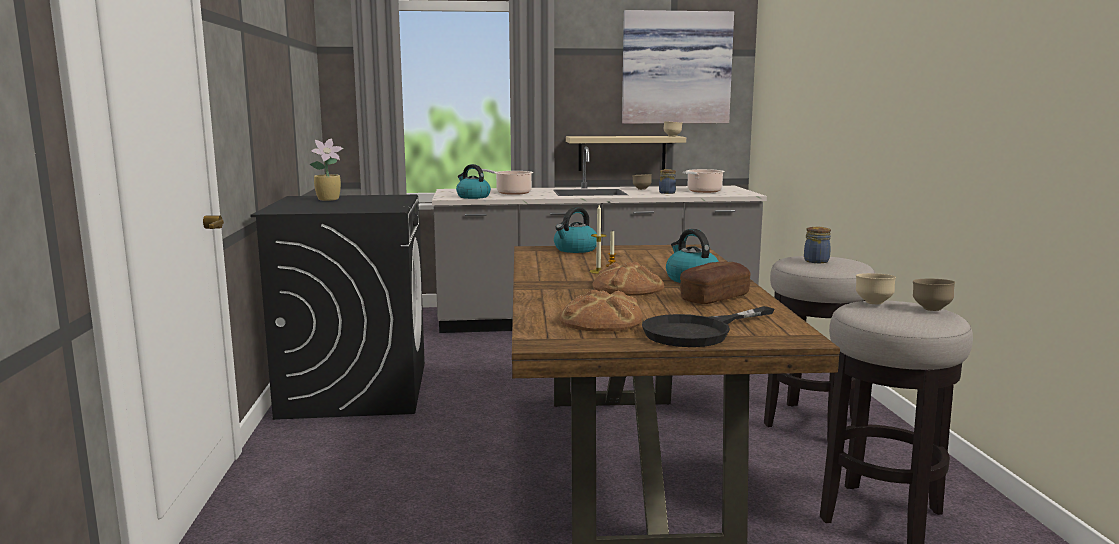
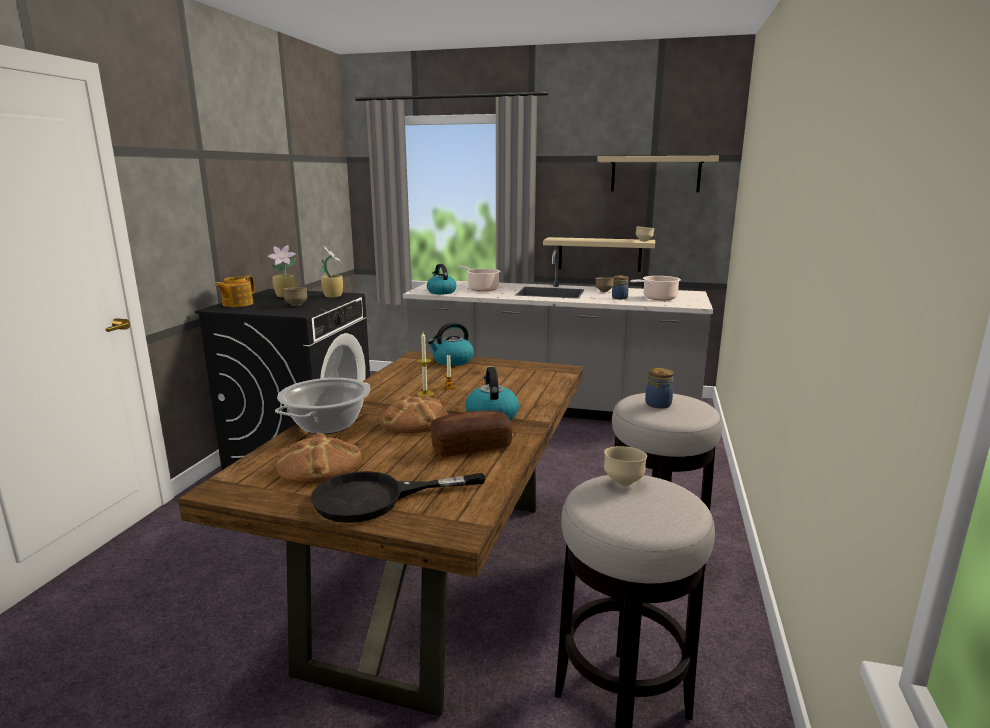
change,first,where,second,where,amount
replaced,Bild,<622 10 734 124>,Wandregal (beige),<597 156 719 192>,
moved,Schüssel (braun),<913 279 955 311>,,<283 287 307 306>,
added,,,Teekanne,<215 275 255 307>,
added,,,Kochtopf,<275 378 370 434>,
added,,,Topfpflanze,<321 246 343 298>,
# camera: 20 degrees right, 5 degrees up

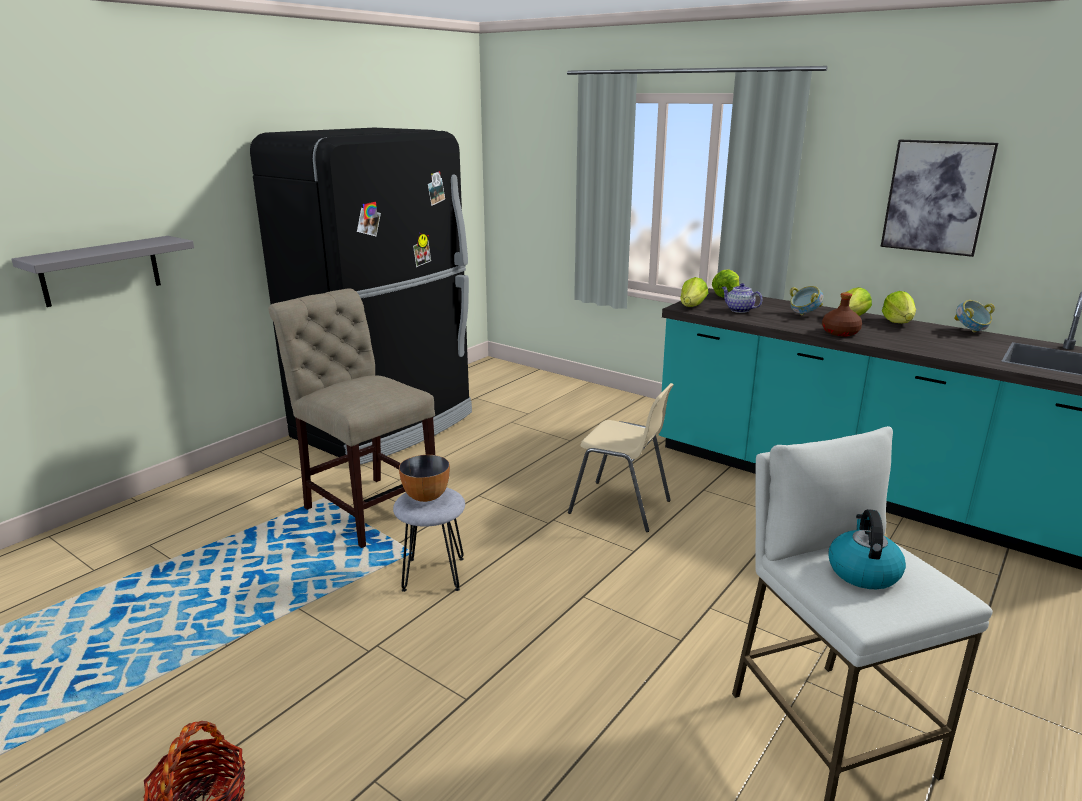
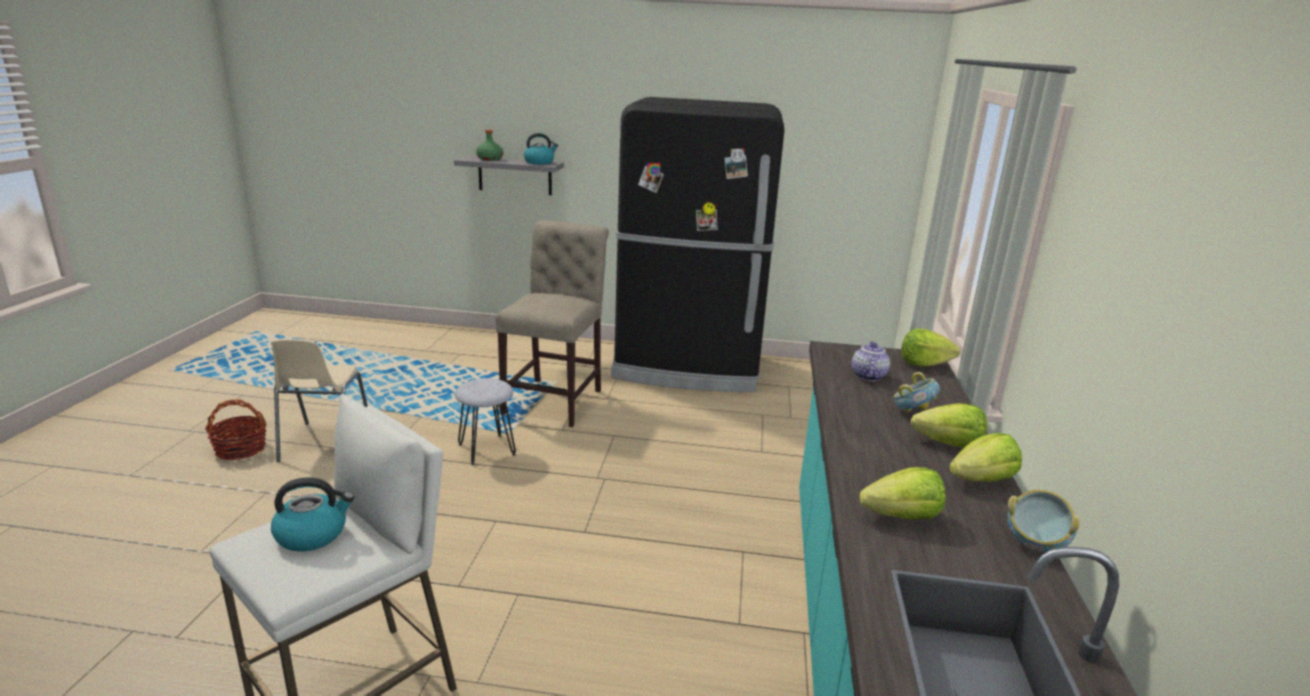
change,first,where,second,where,amount
removed,Schüssel,<399 455 450 502>,,,
moved,Stuhl (beige),<568 383 674 532>,,<271 339 368 462>,
moved,Salatkopf,<680 277 708 307>,,<860 467 946 519>,
removed,Flasche (braun),<822 292 862 336>,,,
removed,Bild,<881 140 998 257>,,,
added,,,Flasche (grün),<476 130 503 161>,
added,,,Wasserkessel,<524 133 558 165>,
# camera: 60 degrees right, 0 degrees up

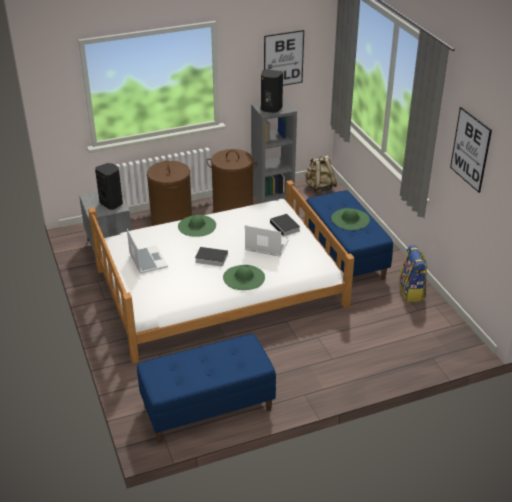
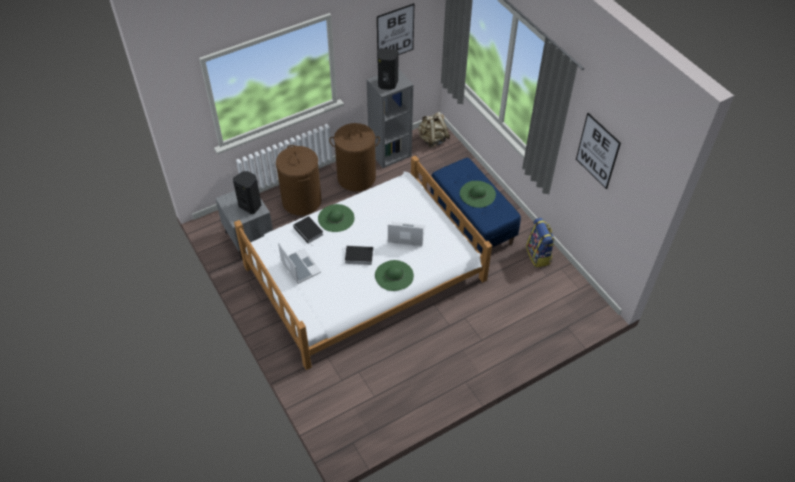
change,first,where,second,where,amount
removed,Bank (blau),<137 334 276 443>,,,
moved,Buch,<270 214 300 237>,,<293 216 323 245>,
# camera: 10 degrees left, 15 degrees up

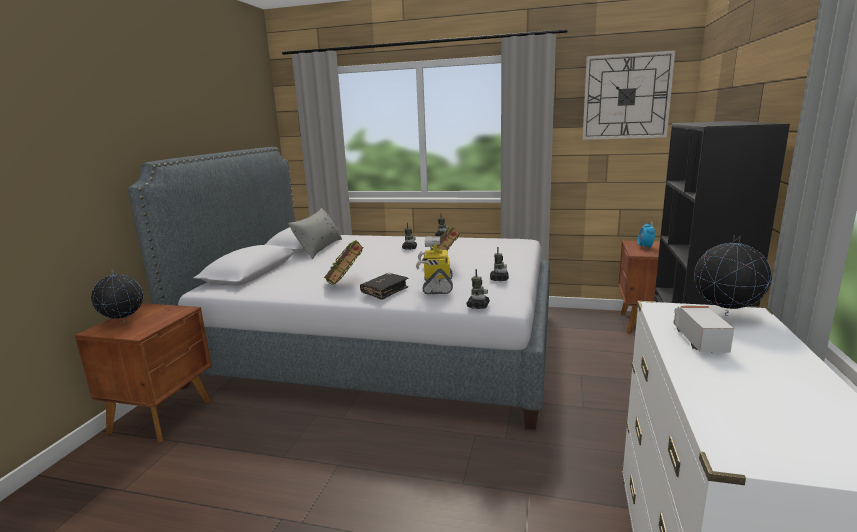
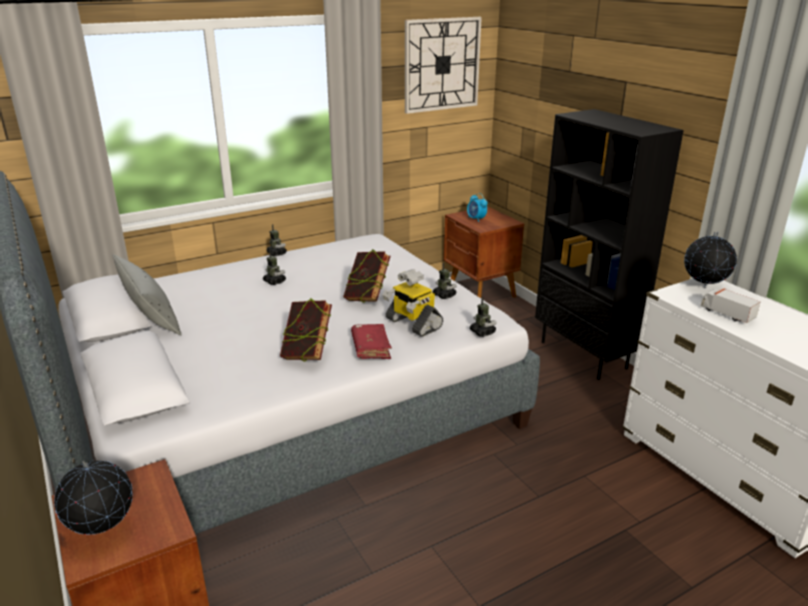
change,first,where,second,where,amount
recoloured,Buch (schwarz),<360 273 408 300>,Buch (rot),<351 324 392 359>,
# camera: 45 degrees left, 10 degrees up

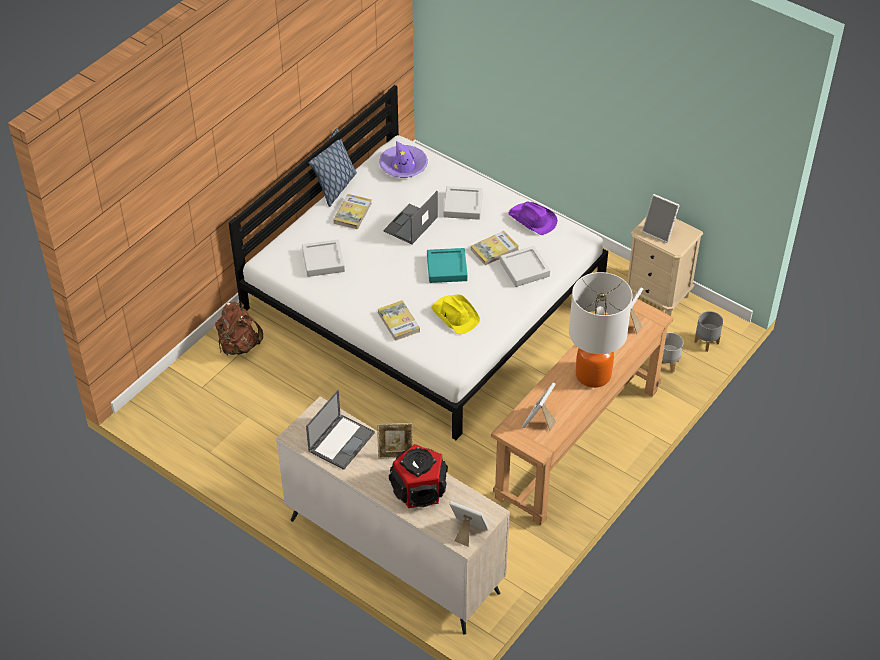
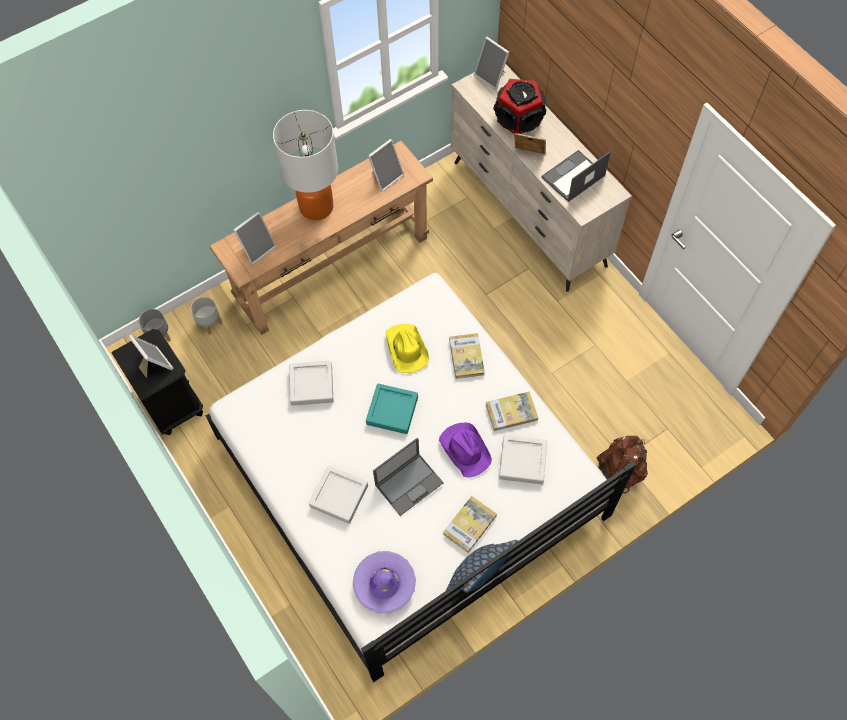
change,first,where,second,where,amount
moved,Buch,<471 231 519 266>,,<486 391 538 431>,
moved,Hut (lila),<509 201 558 235>,,<439 423 492 478>,
recoloured,Nachttisch (beige),<626 217 703 316>,Nachttisch (schwarz),<111 329 203 435>,
# camera: 160 degrees left, 15 degrees up

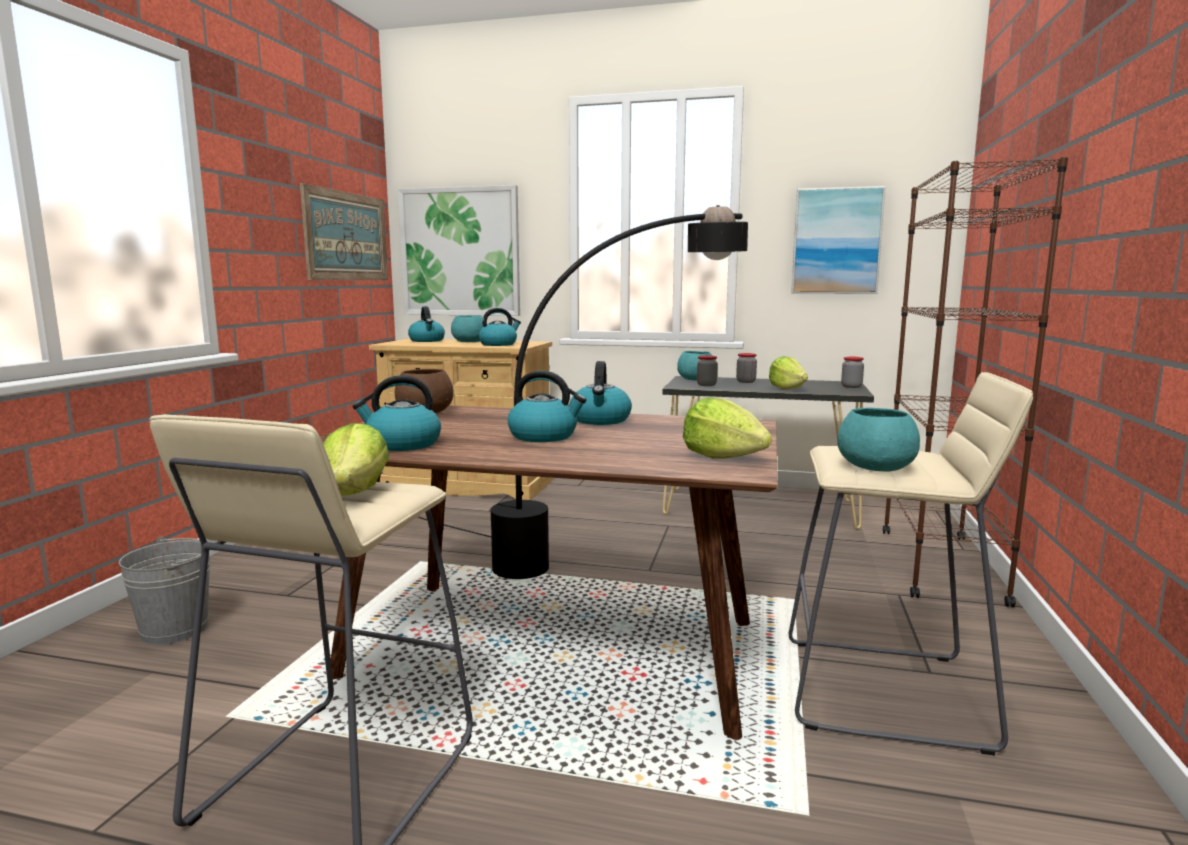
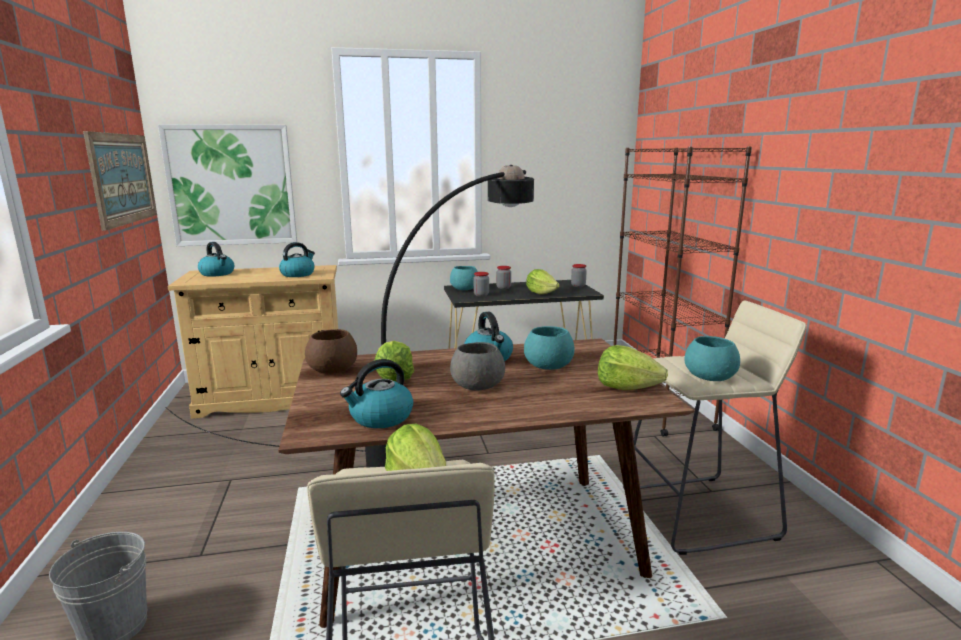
change,first,where,second,where,amount
moved,Schüssel (türkis),<451 315 483 342>,,<524 326 574 370>,
replaced,Wasserkessel,<507 370 586 442>,Schüssel (grau),<450 342 505 391>,
removed,Bild,<791 186 886 294>,,,
added,,,Salatkopf,<375 341 414 381>,
# camera: 25 degrees left, 5 degrees up

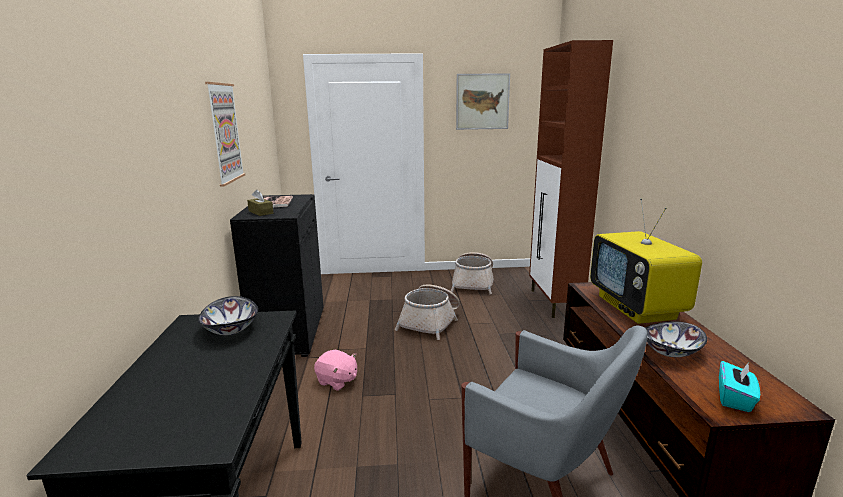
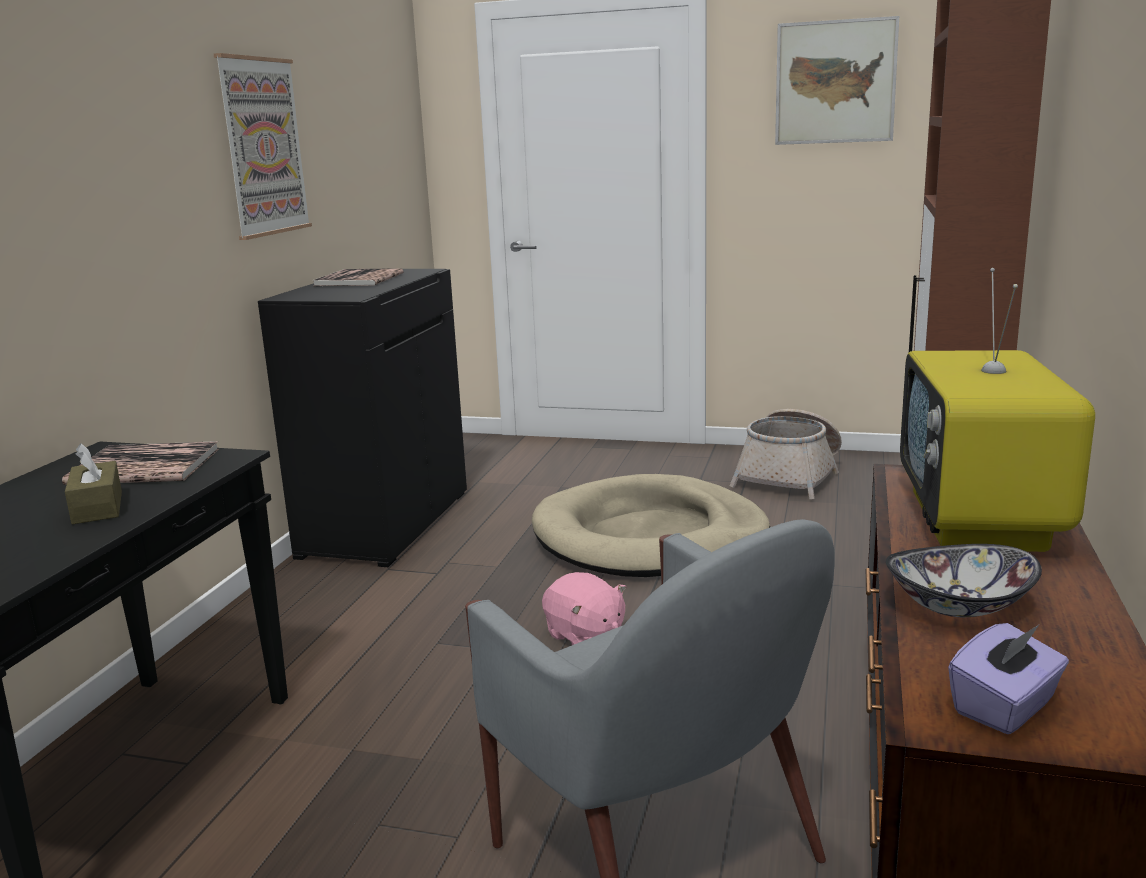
change,first,where,second,where,amount
replaced,Schüssel,<198 296 258 335>,Buch,<62 441 219 485>,
moved,Taschentuchbox (braun),<247 190 274 216>,,<65 443 122 524>,
moved,Plüschtier (rosa),<314 350 357 391>,,<542 572 626 645>,
replaced,Korb,<395 285 460 340>,Hundebett (beige),<532 474 770 577>,
recoloured,Taschentuchbox (türkis),<719 361 760 412>,Taschentuchbox (lila),<948 623 1069 734>,
# camera: 20 degrees right, 0 degrees up

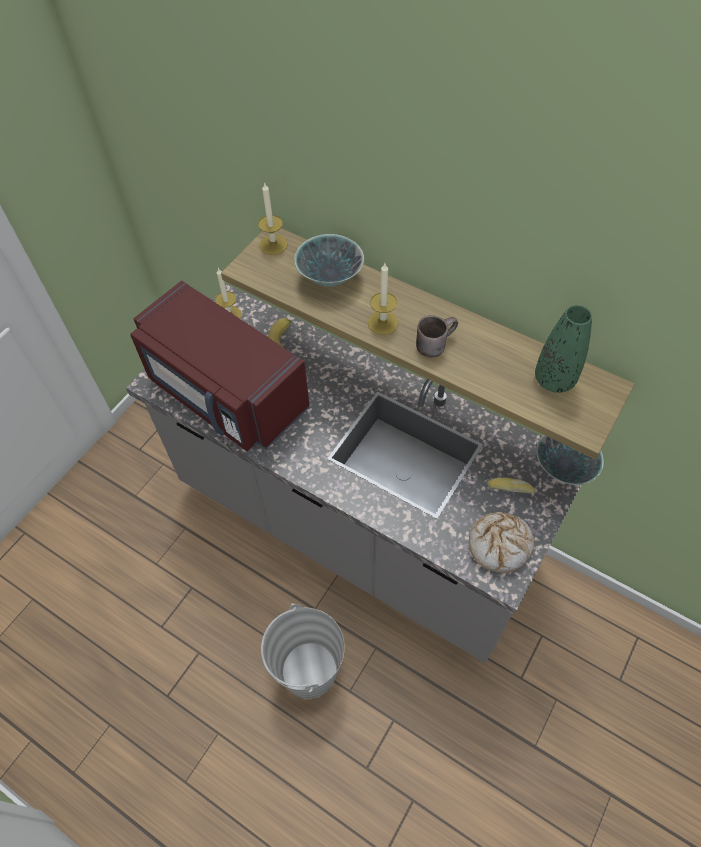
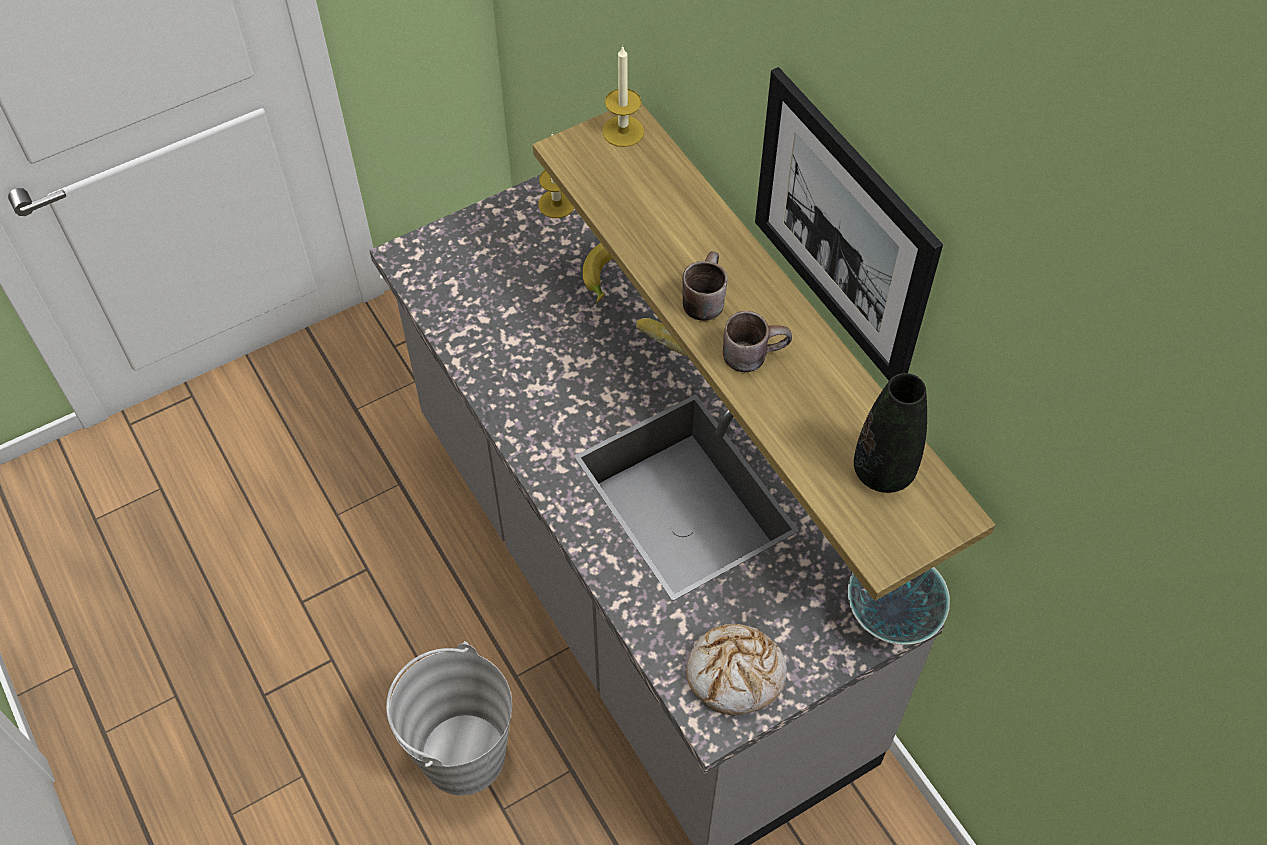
change,first,where,second,where,amount
removed,Mikrowelle (rot),<130 281 310 451>,,,
removed,Schüssel,<295 234 364 287>,,,
replaced,Kerze,<368 263 398 335>,Henkelbecher (braun),<682 251 728 321>,
moved,Brot,<487 477 535 494>,,<636 318 687 356>,
recoloured,Vase (grün),<535 305 592 393>,Vase (schwarz),<854 373 927 493>,
added,,,Bild,<755 67 943 380>,
# camera: 25 degrees right, 0 degrees up

